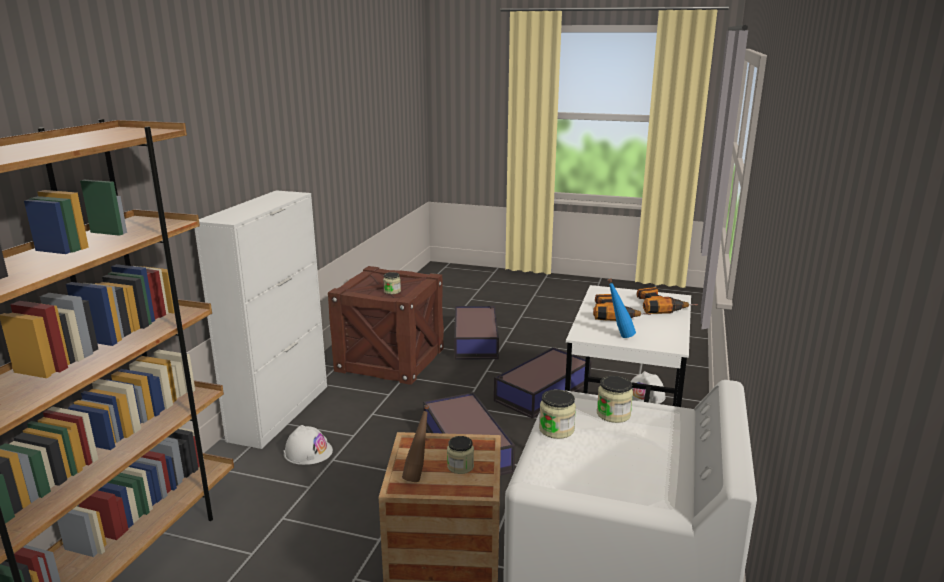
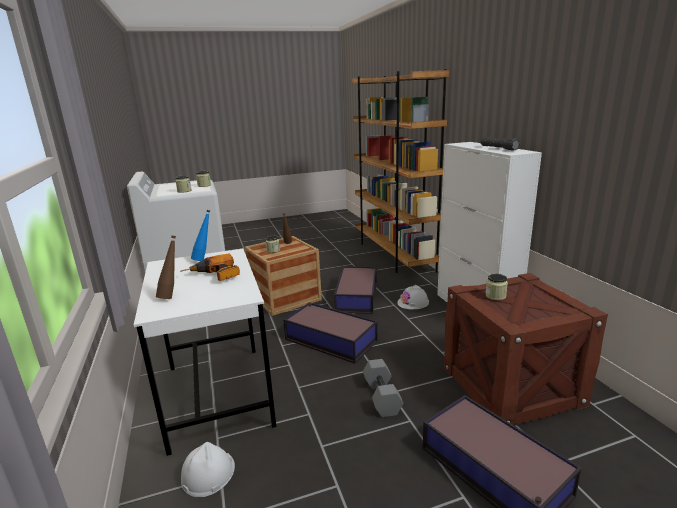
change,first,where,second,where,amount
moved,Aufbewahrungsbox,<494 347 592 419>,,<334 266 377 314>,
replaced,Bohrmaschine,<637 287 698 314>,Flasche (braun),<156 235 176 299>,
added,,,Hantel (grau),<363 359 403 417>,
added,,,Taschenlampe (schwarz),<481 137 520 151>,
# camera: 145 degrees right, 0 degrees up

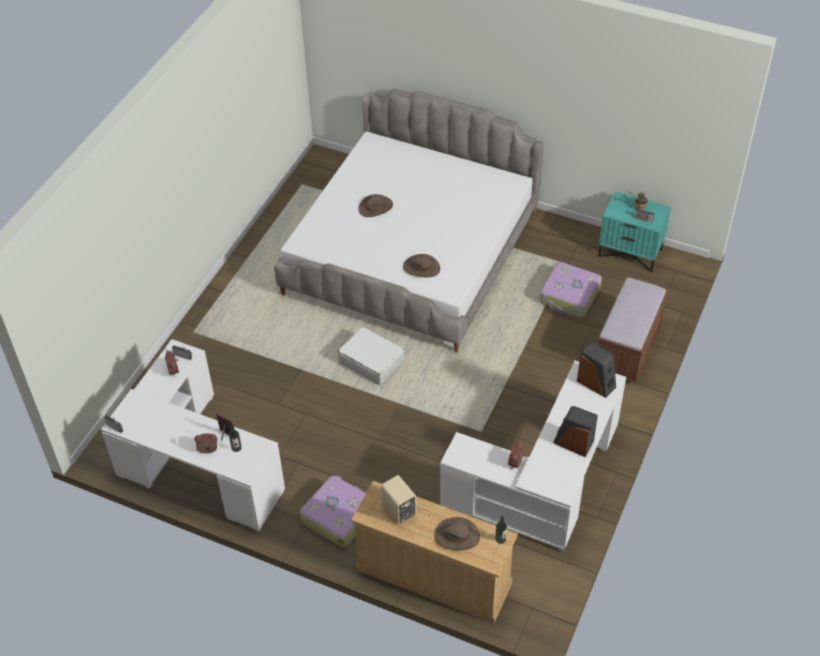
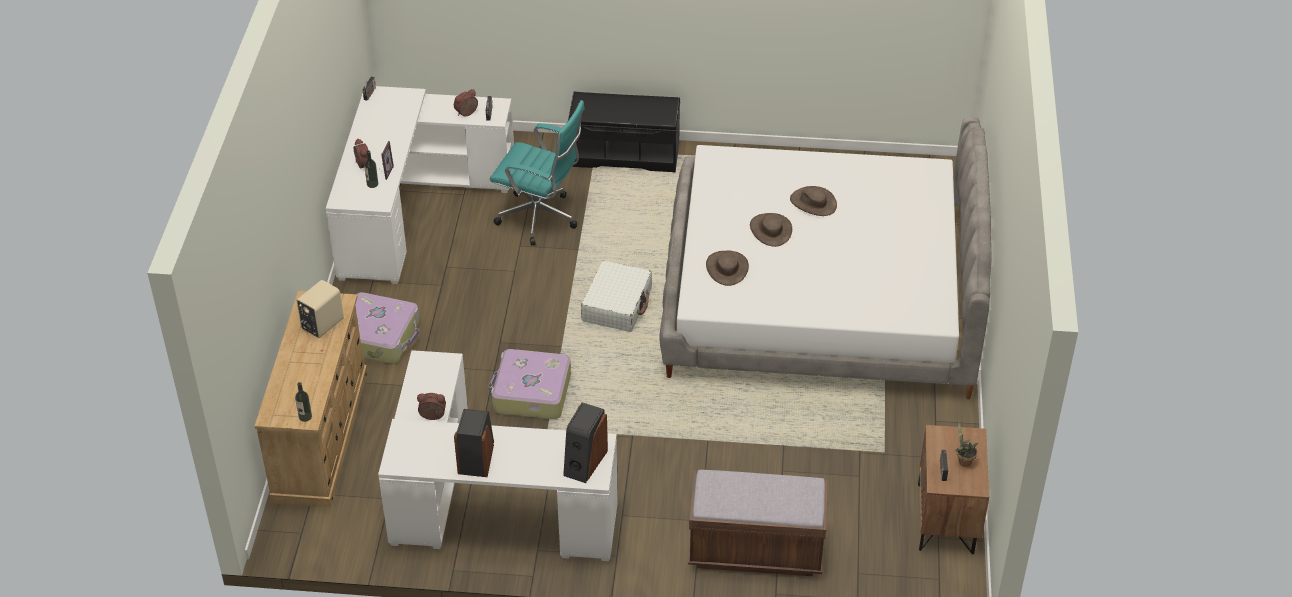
change,first,where,second,where,amount
moved,Hut (braun),<434 517 480 550>,,<750 213 792 247>,
moved,Koffer,<539 262 602 317>,,<489 349 571 419>,
recoloured,Nachttisch (türkis),<598 191 671 273>,Nachttisch (braun),<918 425 989 555>,
added,,,Bürostuhl (türkis),<490 100 585 246>,
added,,,Bank (schwarz),<568 92 680 172>,
# camera: 70 degrees right, 5 degrees down

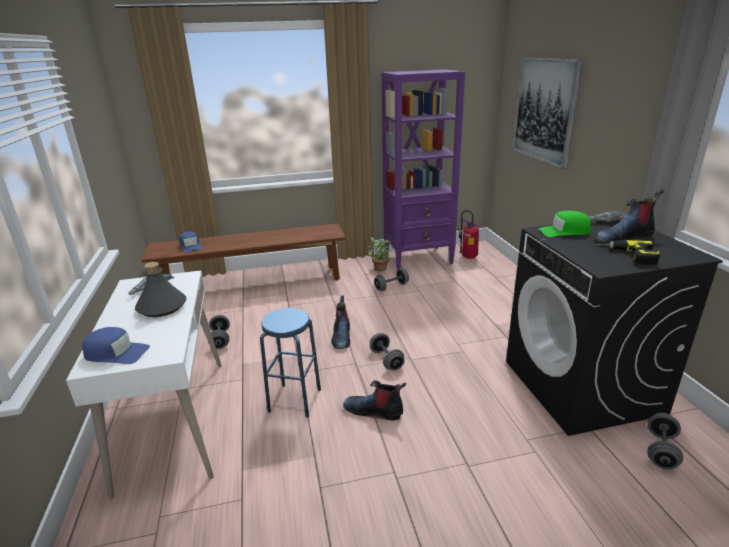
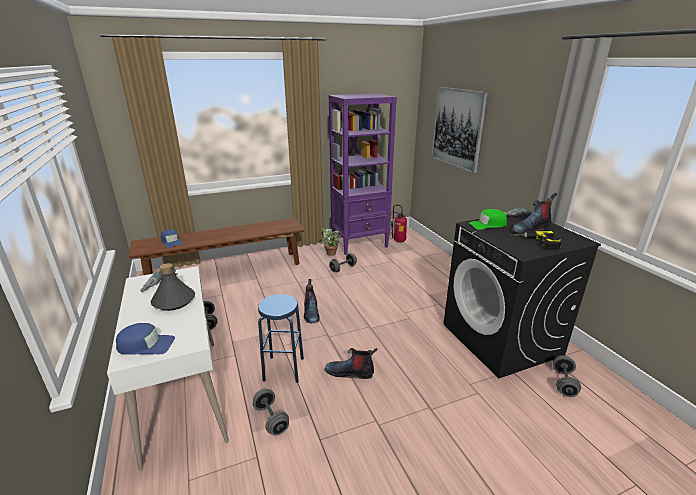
change,first,where,second,where,amount
moved,Hantel (grau),<370 333 404 371>,,<253 389 289 436>,
# camera: 10 degrees left, 0 degrees up

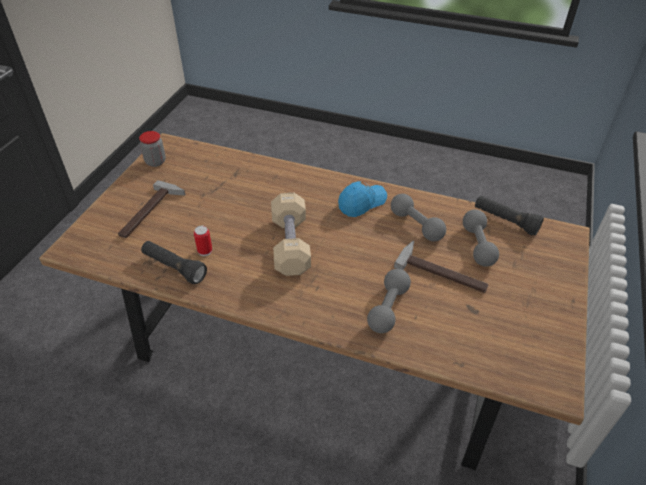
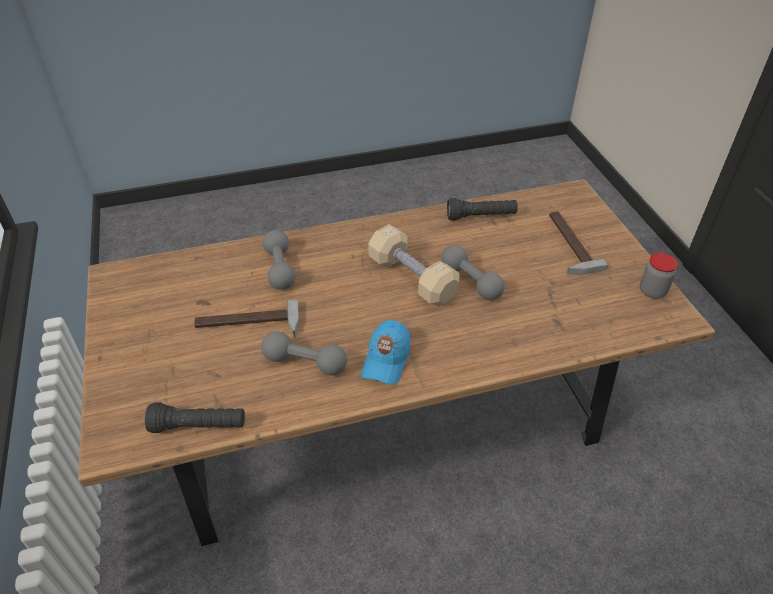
change,first,where,second,where,amount
removed,Dose,<194 225 212 256>,,,
moved,Hantel (grau),<463 209 499 267>,,<441 245 505 300>,
# camera: 145 degrees right, 0 degrees up

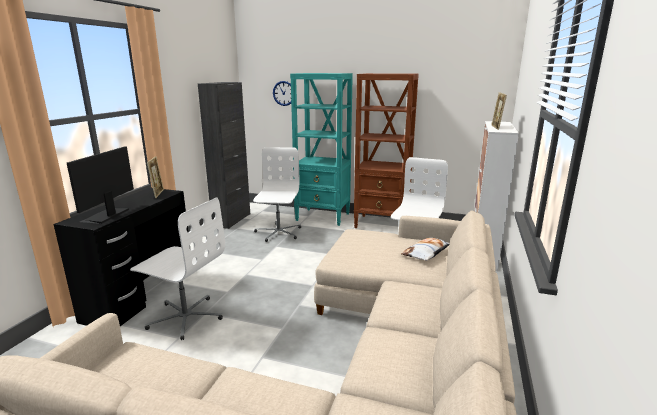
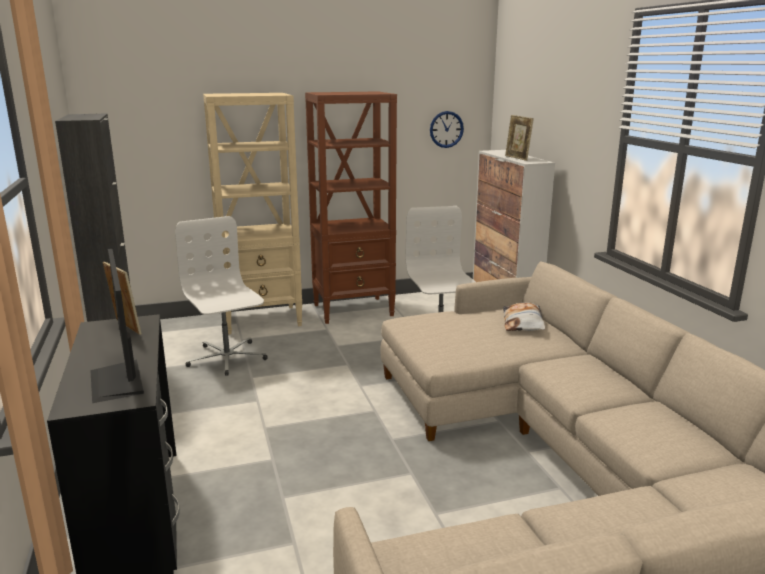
change,first,where,second,where,amount
removed,Bürostuhl (weiß),<130 198 225 340>,,,
moved,Wanduhr,<273 81 291 106>,,<430 111 464 148>,
recoloured,Bücherregal (türkis),<290 73 353 226>,Bücherregal (beige),<203 93 302 334>,
# camera: 35 degrees left, 0 degrees up

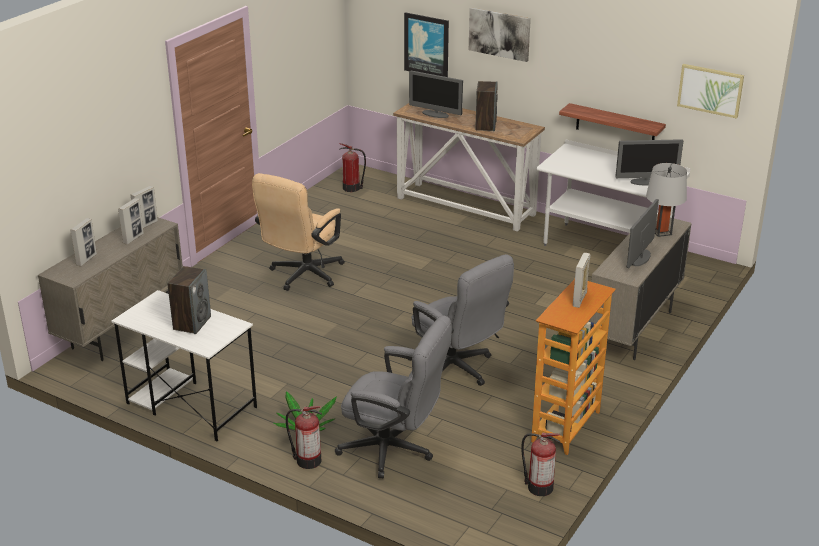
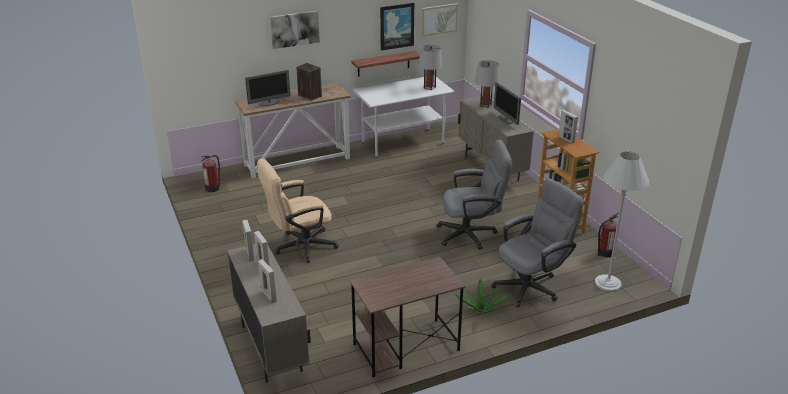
change,first,where,second,where,amount
recoloured,Schreibtisch (weiß),<111 290 257 441>,Schreibtisch (braun),<349 257 465 377>,
removed,Lautsprecher,<167 266 211 334>,,,
turned,Bürostuhl (beige),<252 173 345 291>,,<257 158 339 263>,90 degrees clockwise
removed,Feuerlöscher,<286 406 322 469>,,,
moved,Bild,<404 12 449 77>,,<380 3 414 51>,
replaced,Monitor,<615 139 683 185>,Tischlampe (grau),<418 45 442 90>,
added,,,Stehlampe (weiß),<595 151 649 292>,
# camera: 55 degrees left, 0 degrees up

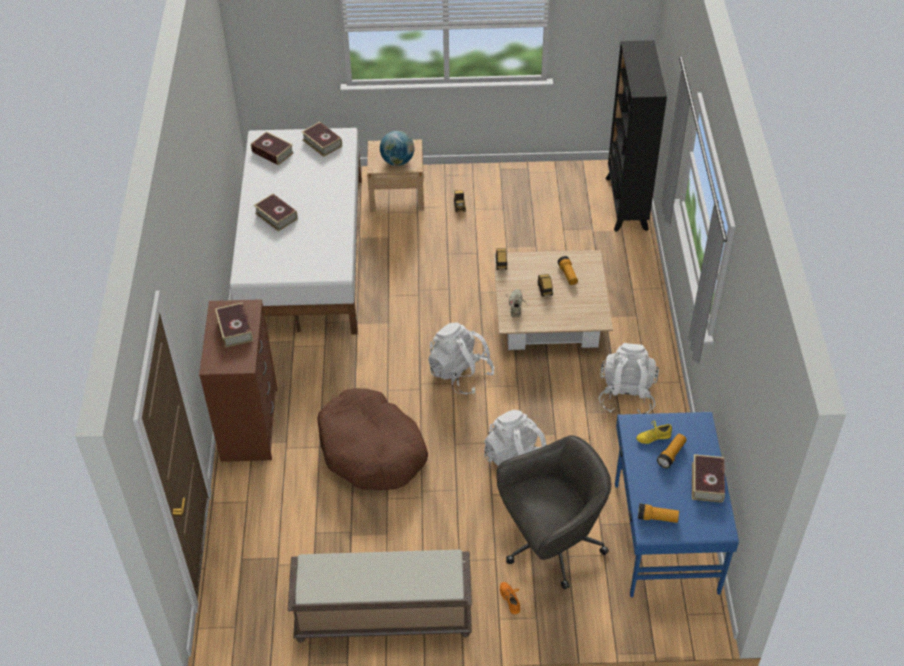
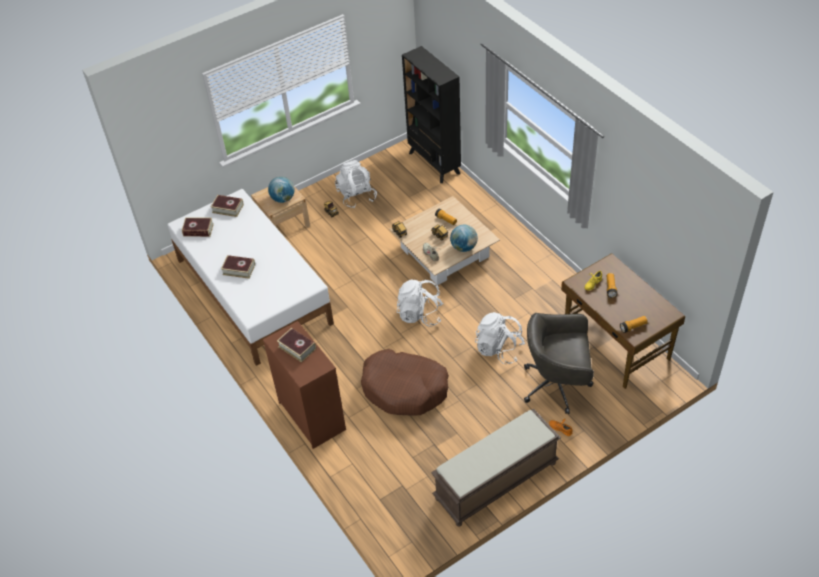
change,first,where,second,where,amount
turned,Bürostuhl (grau),<496 435 611 589>,,<524 313 594 414>,120 degrees counterclockwise
moved,Rucksack (weiß),<599 343 659 414>,,<335 160 377 208>,
recoloured,Schreibtisch (blau),<615 412 739 597>,Schreibtisch (braun),<561 253 685 389>,
removed,Buch,<692 454 725 503>,,,
added,,,Globus,<450 225 478 252>,
# camera: 30 degrees left, 0 degrees up

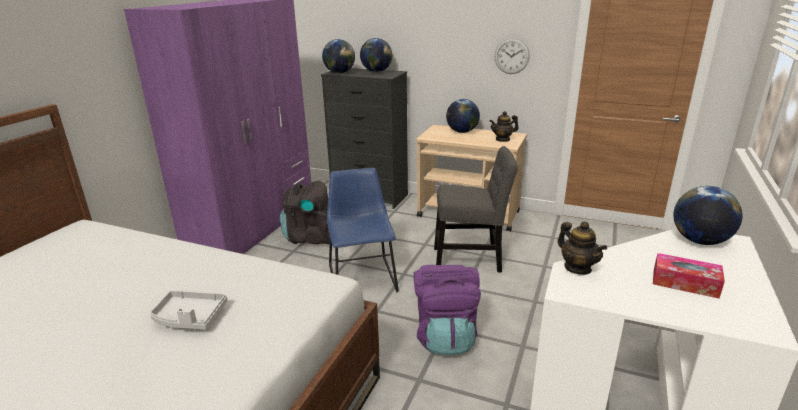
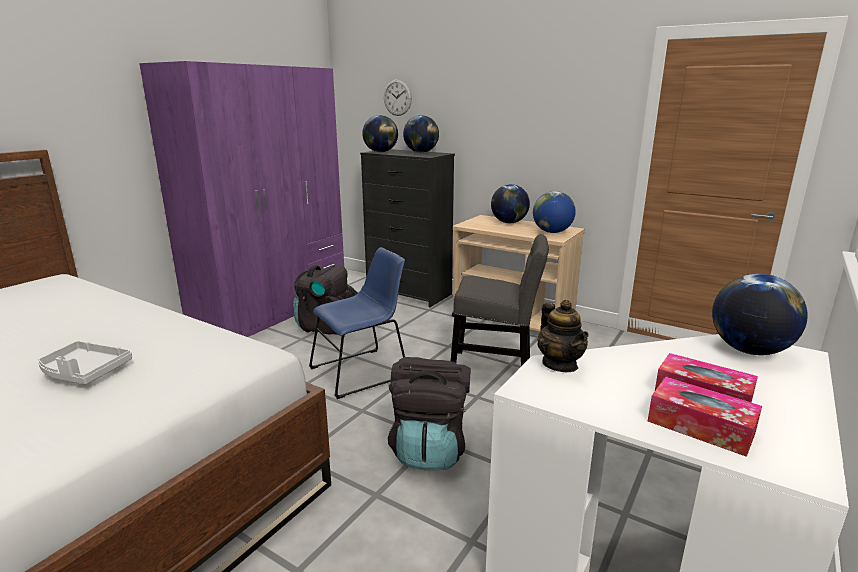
change,first,where,second,where,amount
turned,Stuhl (blau),<327 168 399 292>,,<309 247 405 399>,60 degrees clockwise
recoloured,Rucksack (lila),<414 265 481 355>,Rucksack (schwarz),<388 357 470 471>,
replaced,Teekanne,<489 111 519 142>,Globus,<533 191 576 233>,
moved,Wanduhr,<495 38 530 74>,,<384 79 412 116>,
added,,,Taschentuchbox,<648 377 762 457>,
# camera: 10 degrees right, 5 degrees down

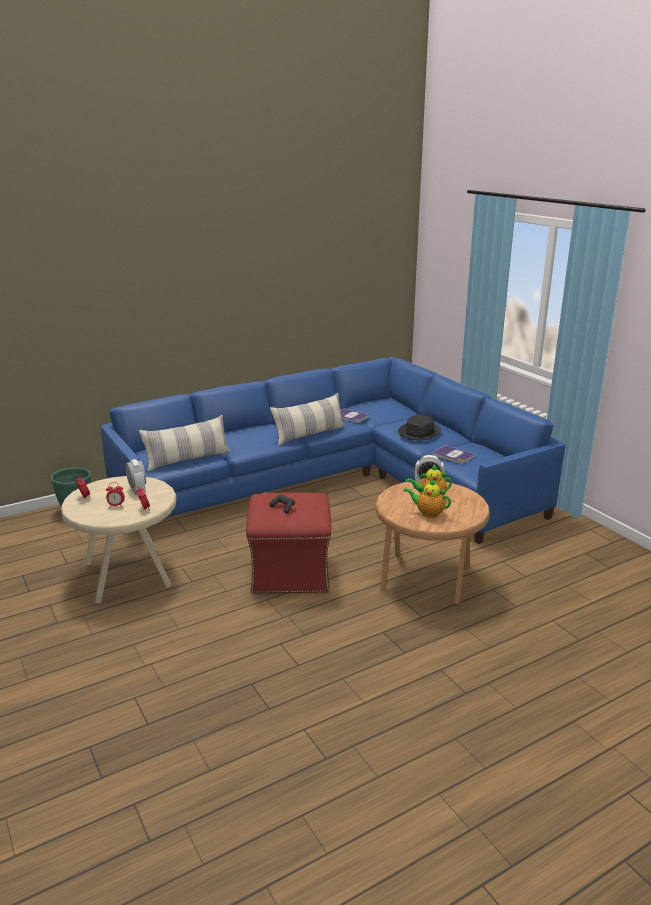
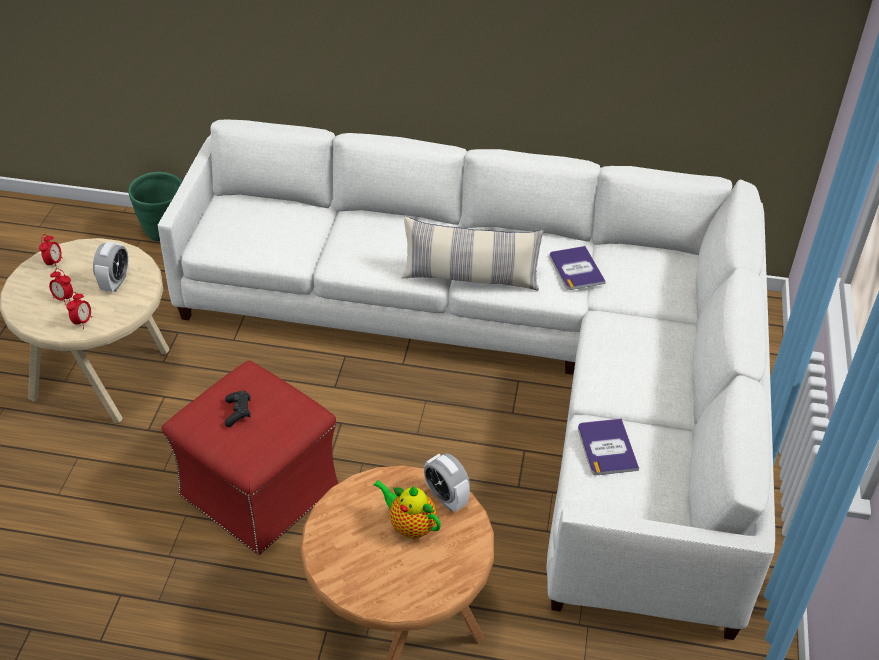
change,first,where,second,where,amount
recoloured,Sofa (blau),<101 357 565 544>,Sofa (weiß),<158 119 775 640>,
removed,Kissen,<139 415 231 472>,,,
removed,Hut (schwarz),<398 415 441 440>,,,
removed,Teekanne,<403 479 451 518>,,,
# camera: 40 degrees right, 20 degrees up

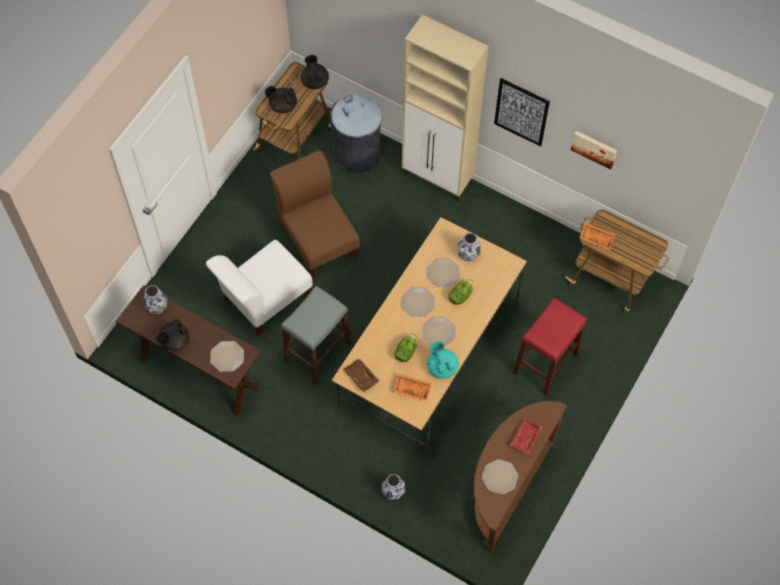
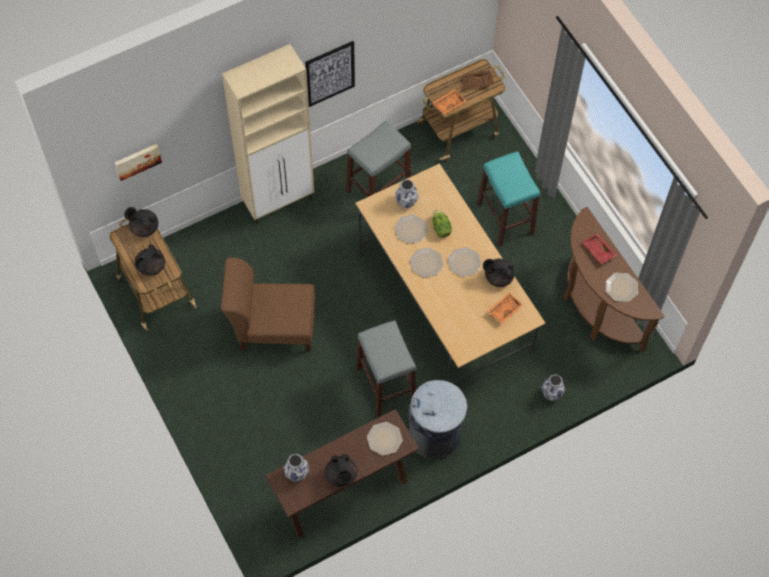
change,first,where,second,where,amount
removed,Stuhl (weiß),<206 240 313 336>,,,
moved,Mülleimer (grau),<329 94 382 173>,,<408 380 468 459>,
moved,Tablett (braun),<343 358 380 392>,,<461 70 494 90>,
removed,Salatkopf,<394 333 417 362>,,,
recoloured,Teekanne (türkis),<427 341 459 379>,Teekanne (schwarz),<483 259 515 287>,
recoloured,Hocker (rot),<513 297 587 396>,Hocker (türkis),<476 151 541 247>,
moved,Bild,<571 131 617 170>,,<115 144 162 181>,
added,,,Hocker (grau),<346 120 411 197>,
# camera: 60 degrees left, 0 degrees up

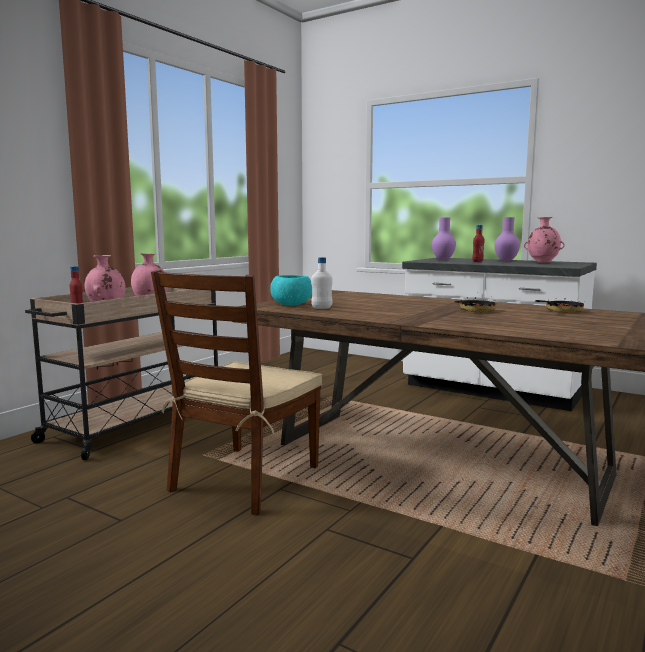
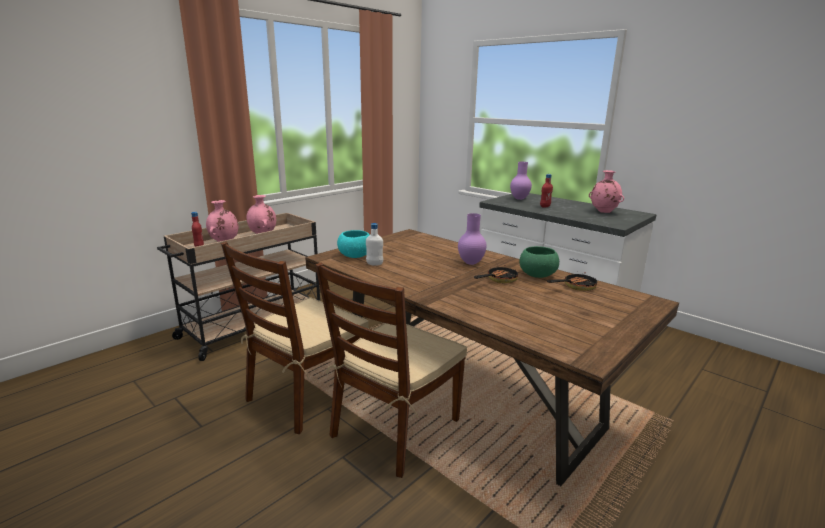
change,first,where,second,where,amount
moved,Vase (lila),<494 217 520 261>,,<458 213 487 265>,
added,,,Stuhl (braun),<315 263 467 478>,
added,,,Schüssel (grün),<519 246 559 278>,
# camera: 10 degrees right, 10 degrees up

